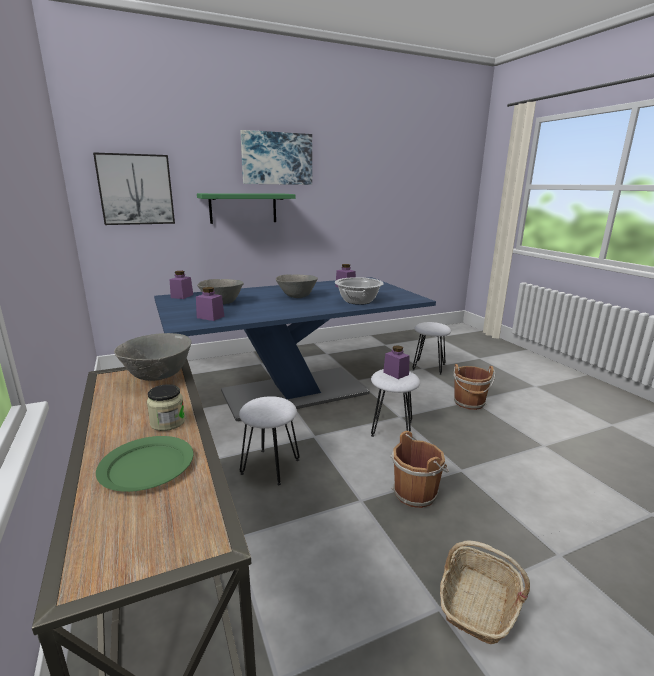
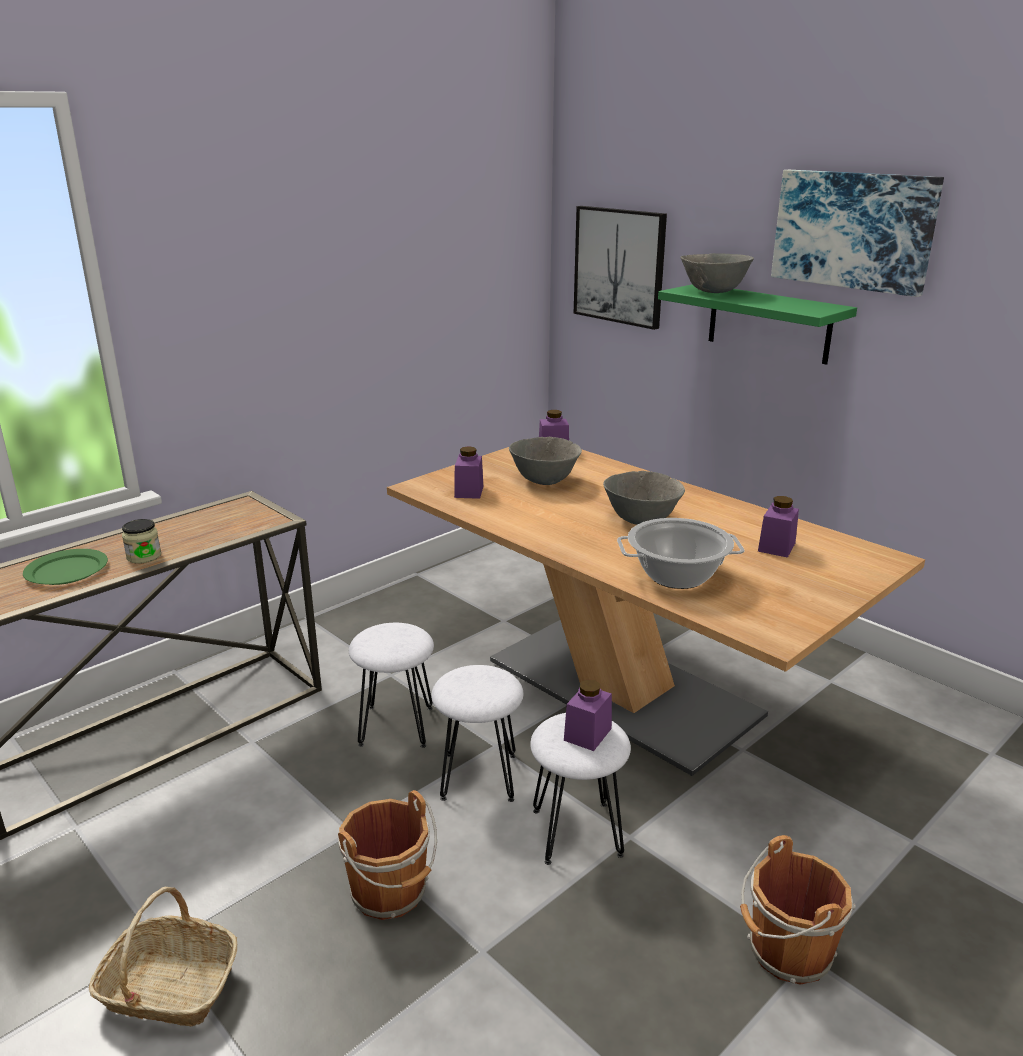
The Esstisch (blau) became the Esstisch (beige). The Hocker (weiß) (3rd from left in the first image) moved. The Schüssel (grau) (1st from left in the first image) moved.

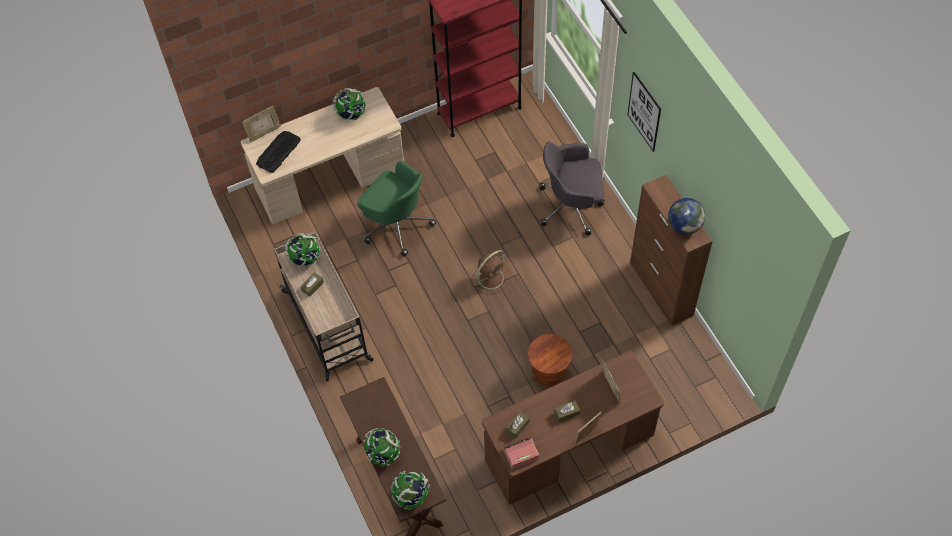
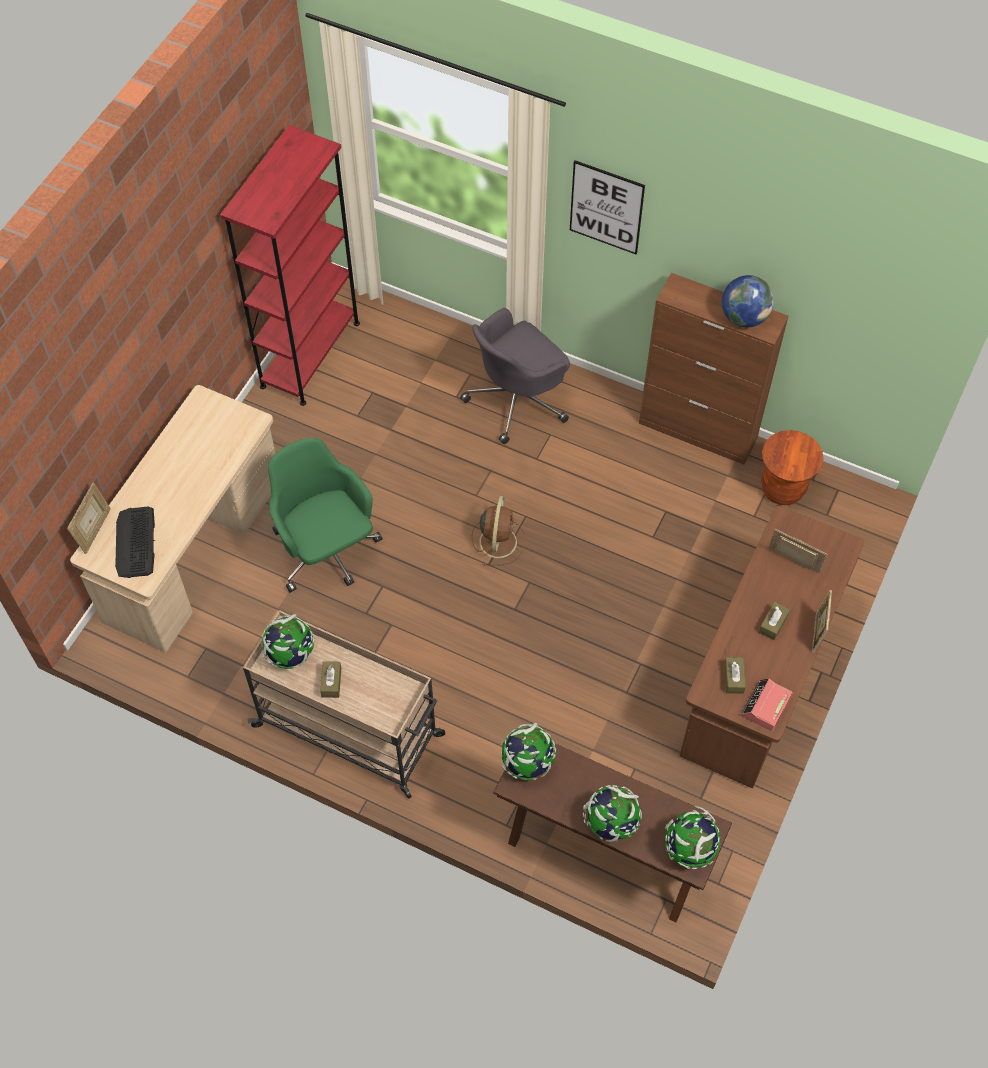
The Globus (2nd from left) moved. The Bürostuhl (grün) turned 120 degrees counterclockwise. The Hocker (braun) moved.

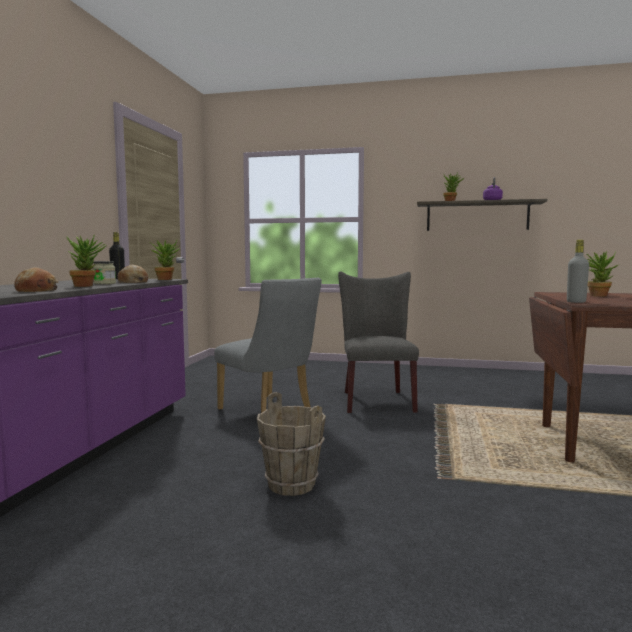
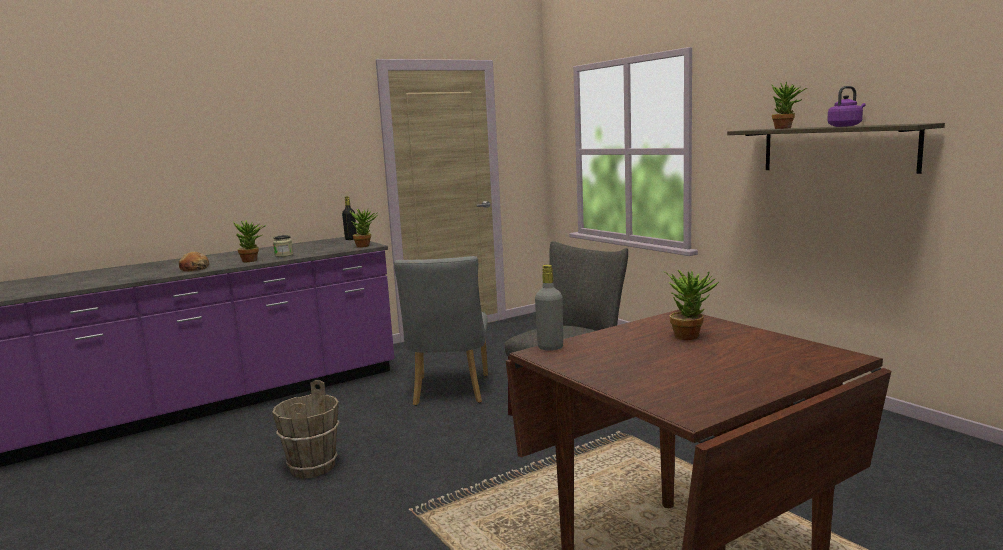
The Brot (2nd from left) disappeared.

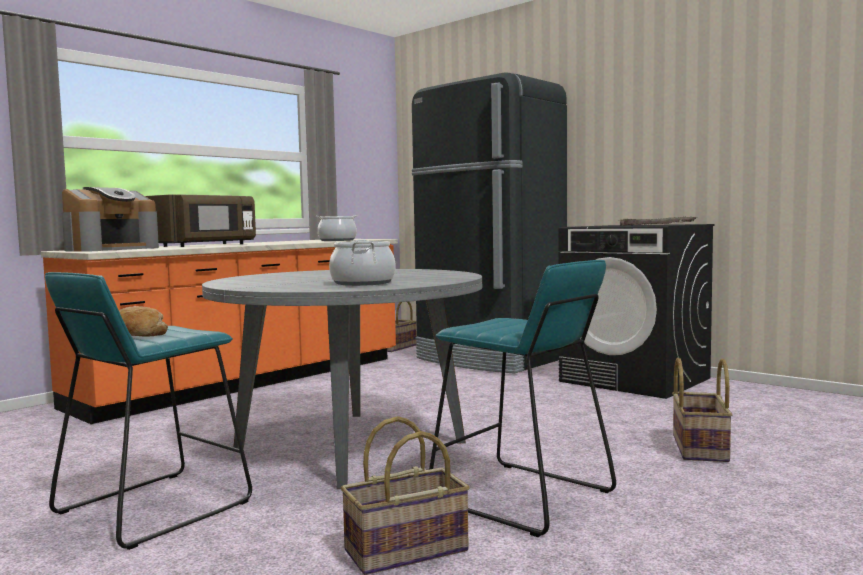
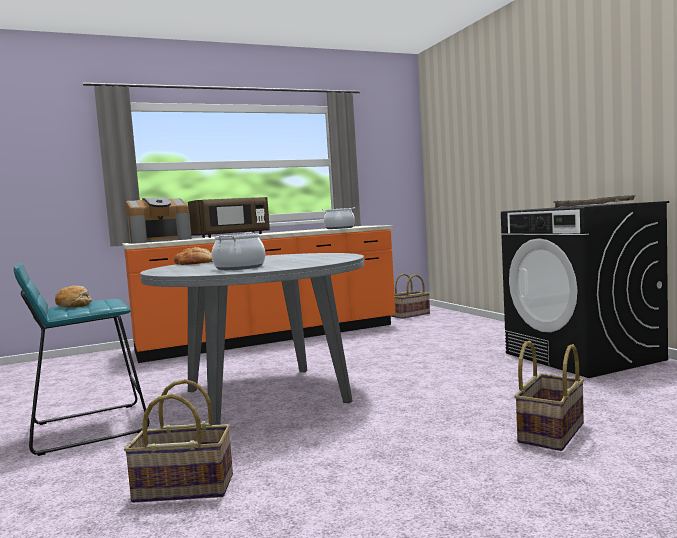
The Kühlschrank (schwarz) disappeared. The Hocker (türkis) (2nd from left) disappeared. The Brot (2nd from left) appeared.

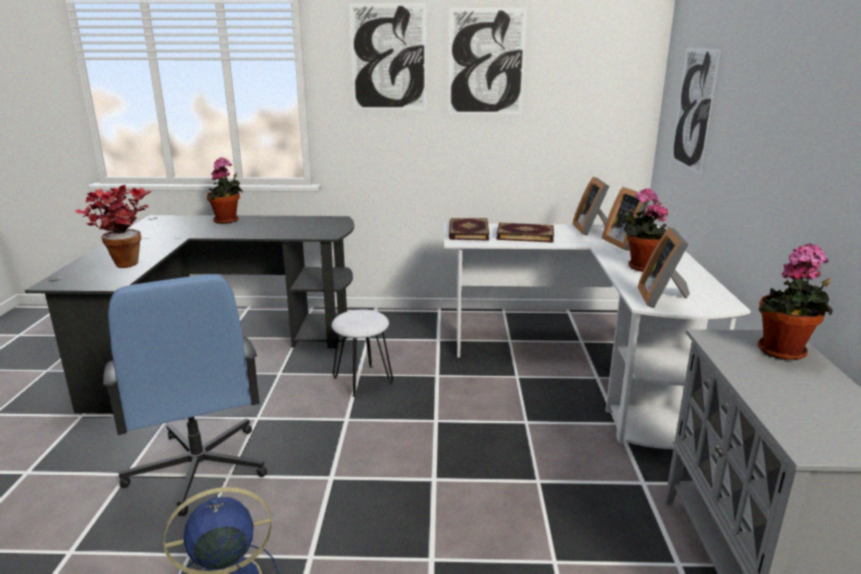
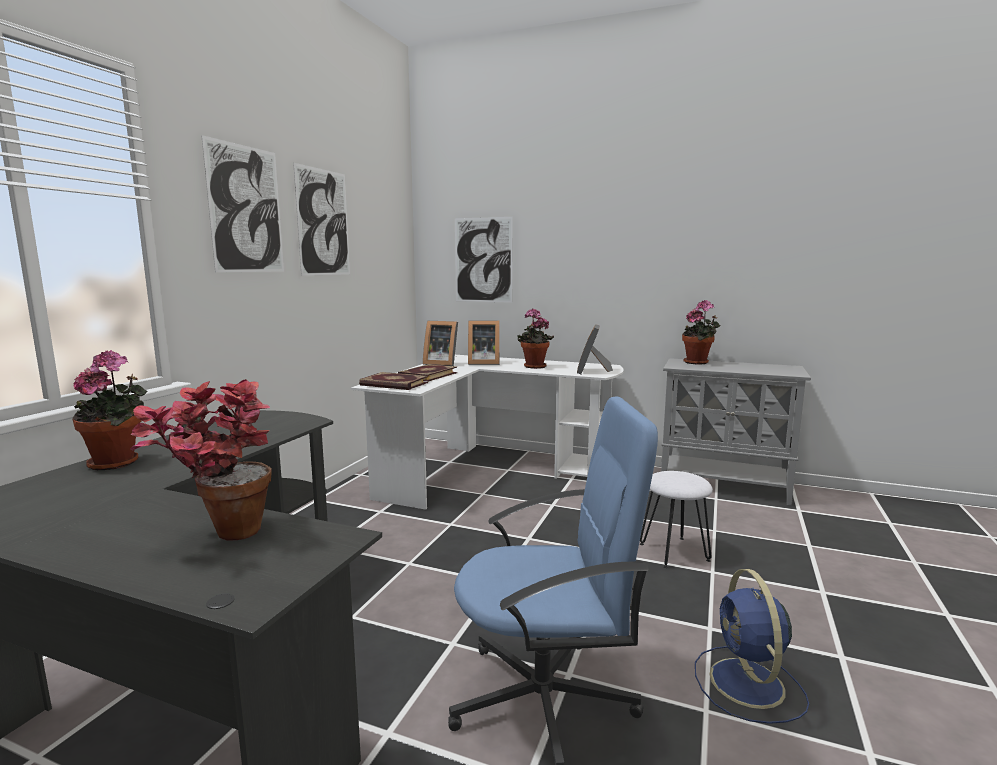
The Bilderrahmen (3rd from left) turned 75 degrees clockwise. The Hocker (weiß) moved.

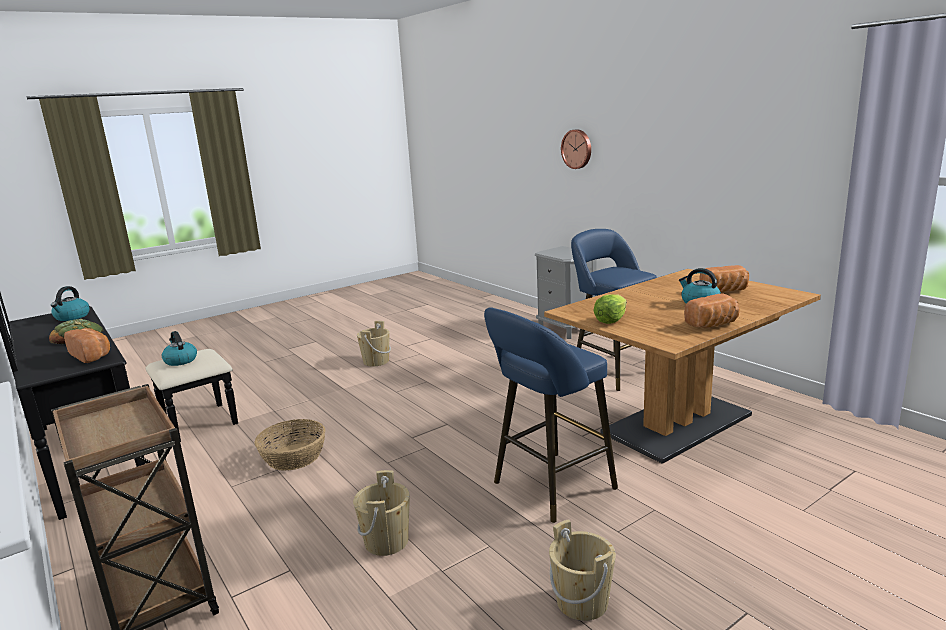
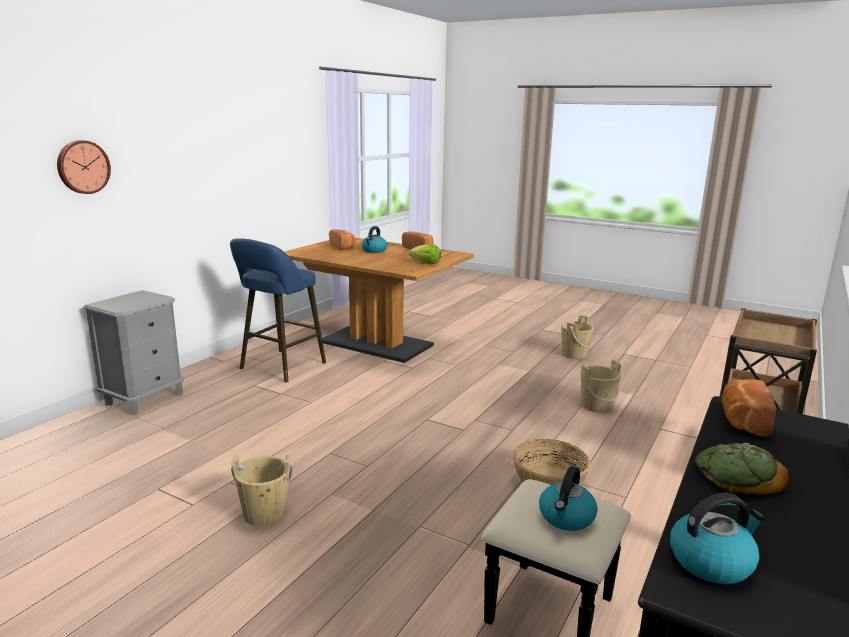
The Hocker (blau) (1st from left) disappeared.

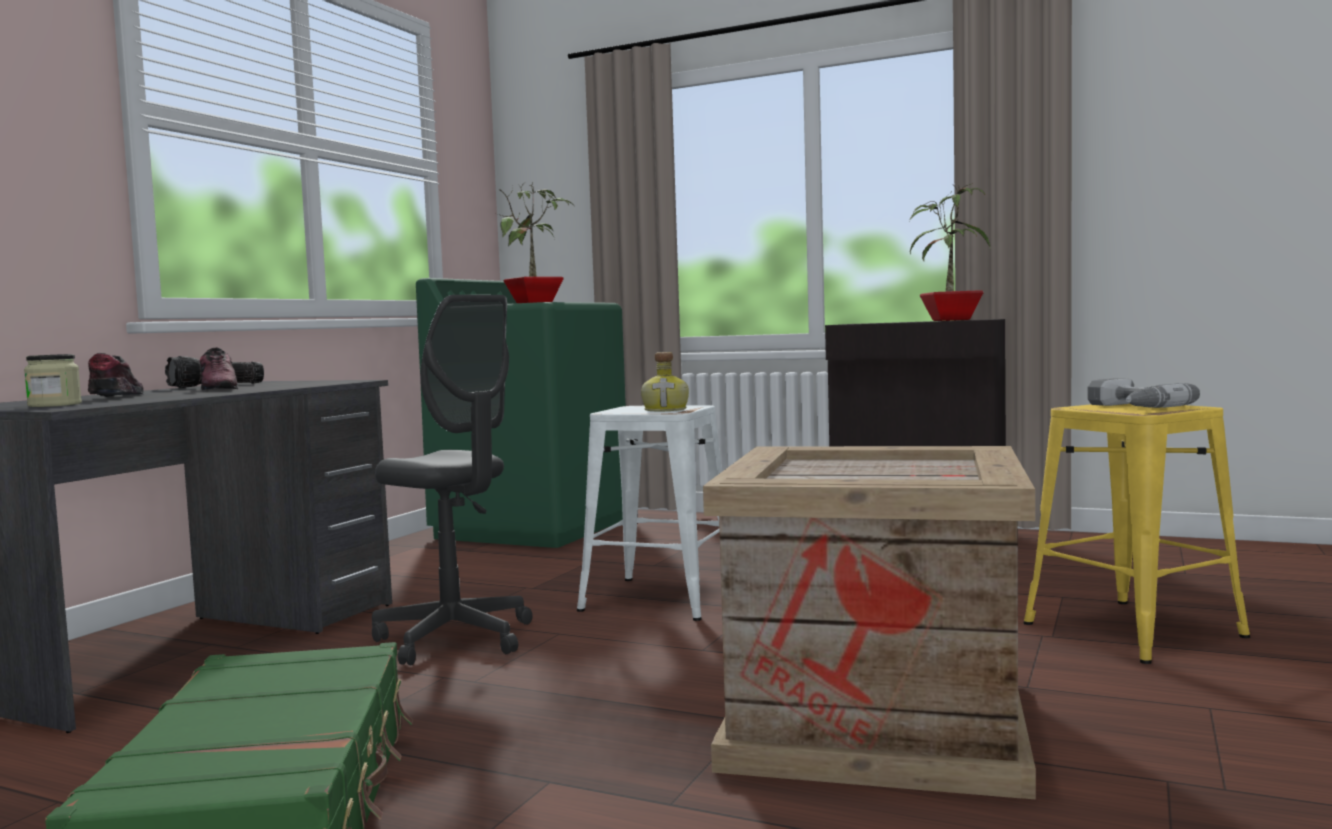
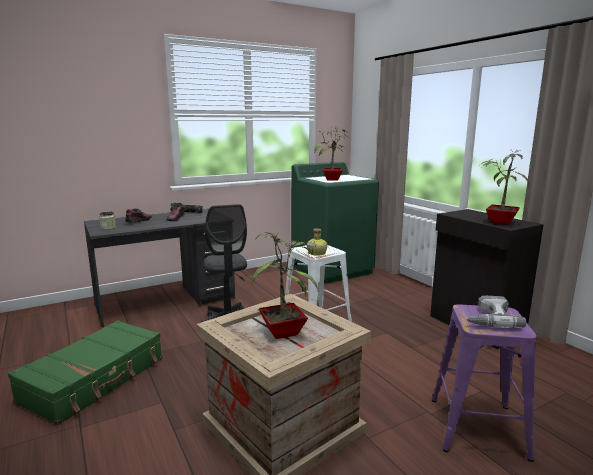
The Hocker (gelb) became the Hocker (lila). The Topfpflanze (1st from left) appeared.

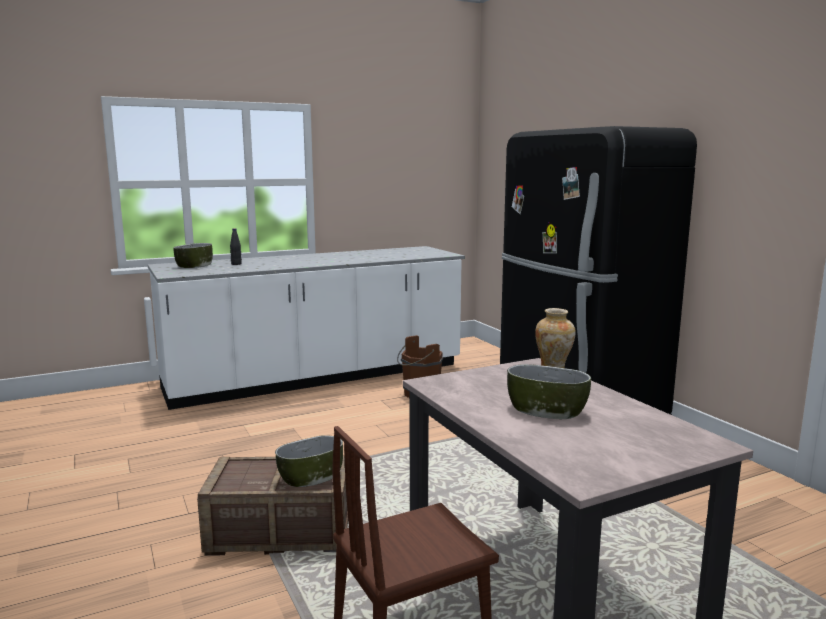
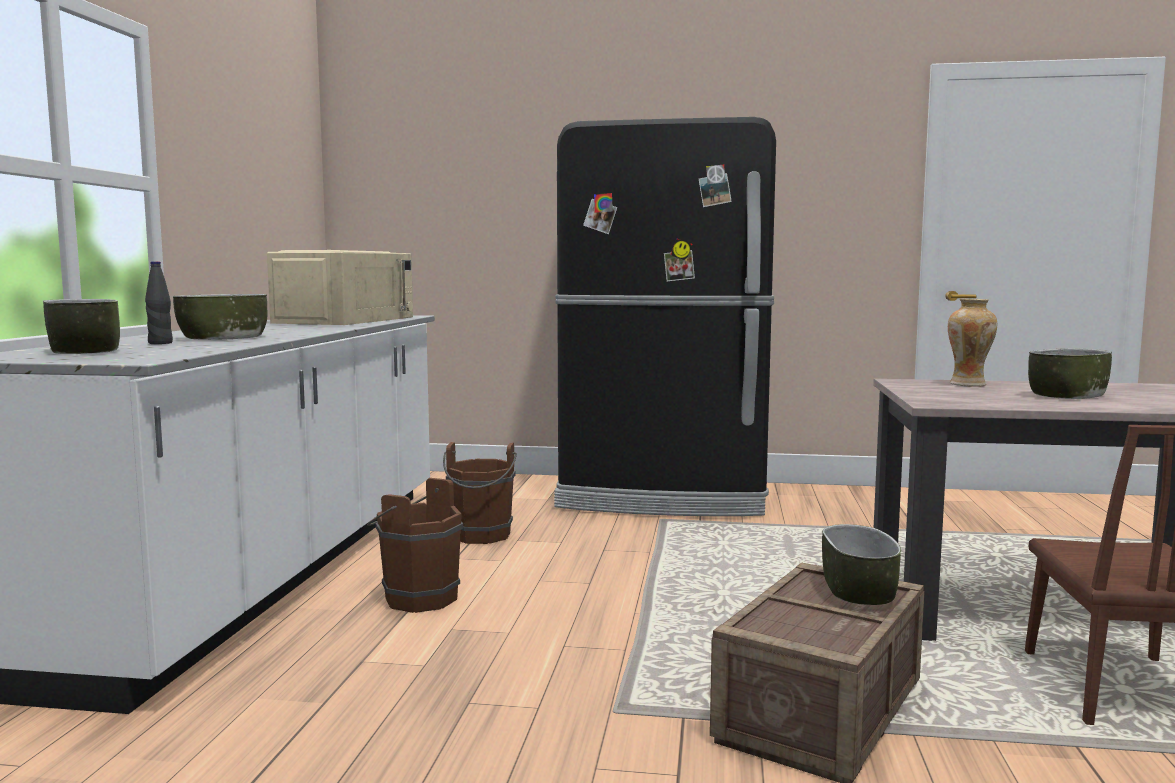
The Mikrowelle (beige) appeared. The Schüssel (2nd from left) appeared. The Eimer (braun) (1st from left) appeared.

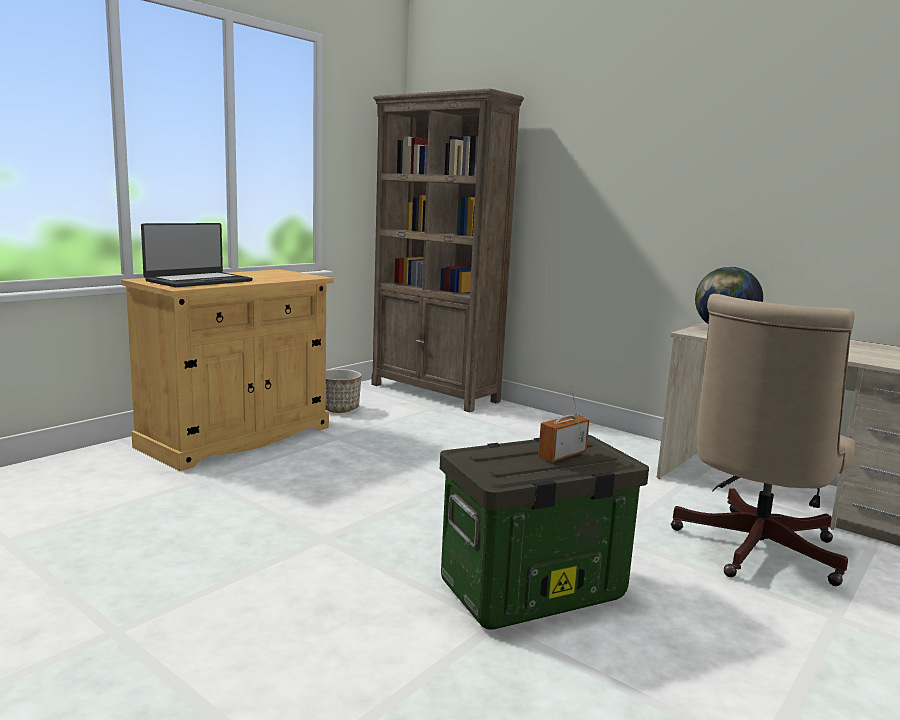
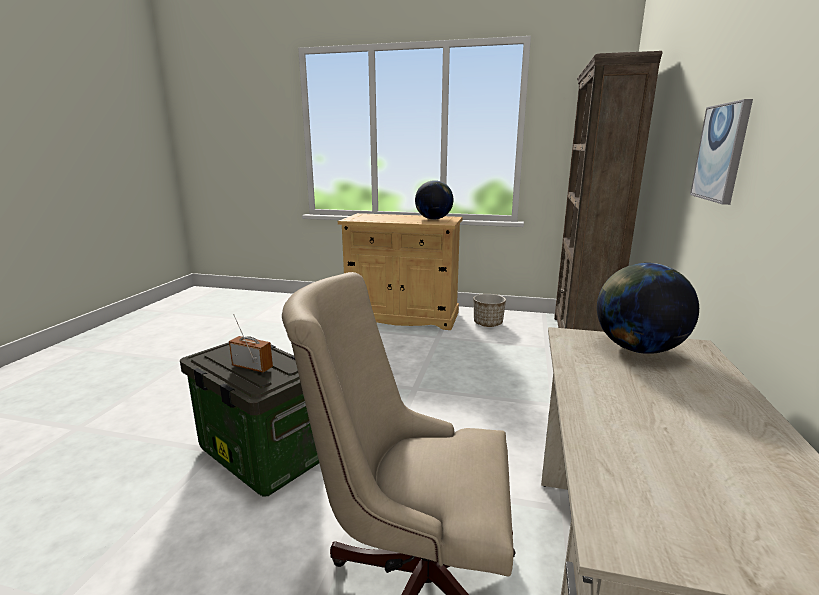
The Laptop disappeared. The Bild appeared. The Globus (1st from left) appeared.

